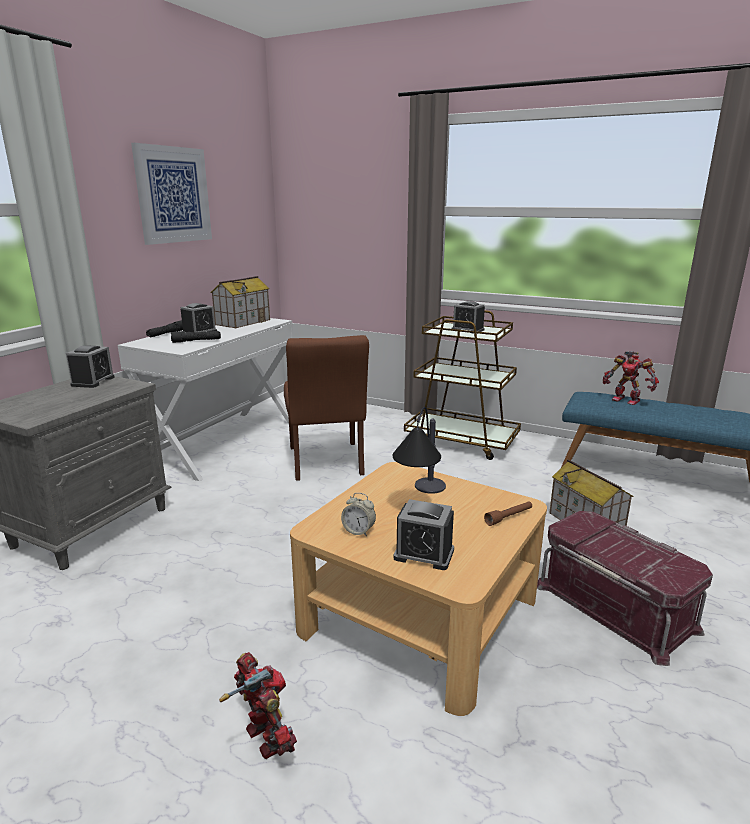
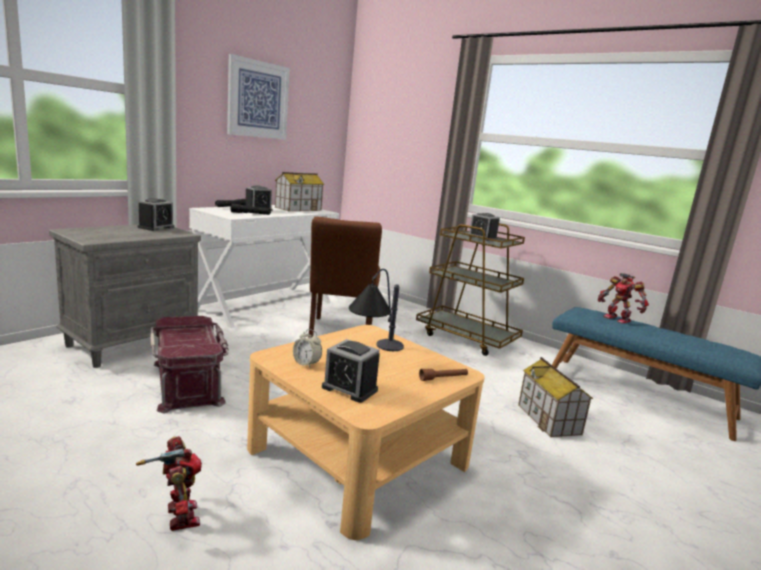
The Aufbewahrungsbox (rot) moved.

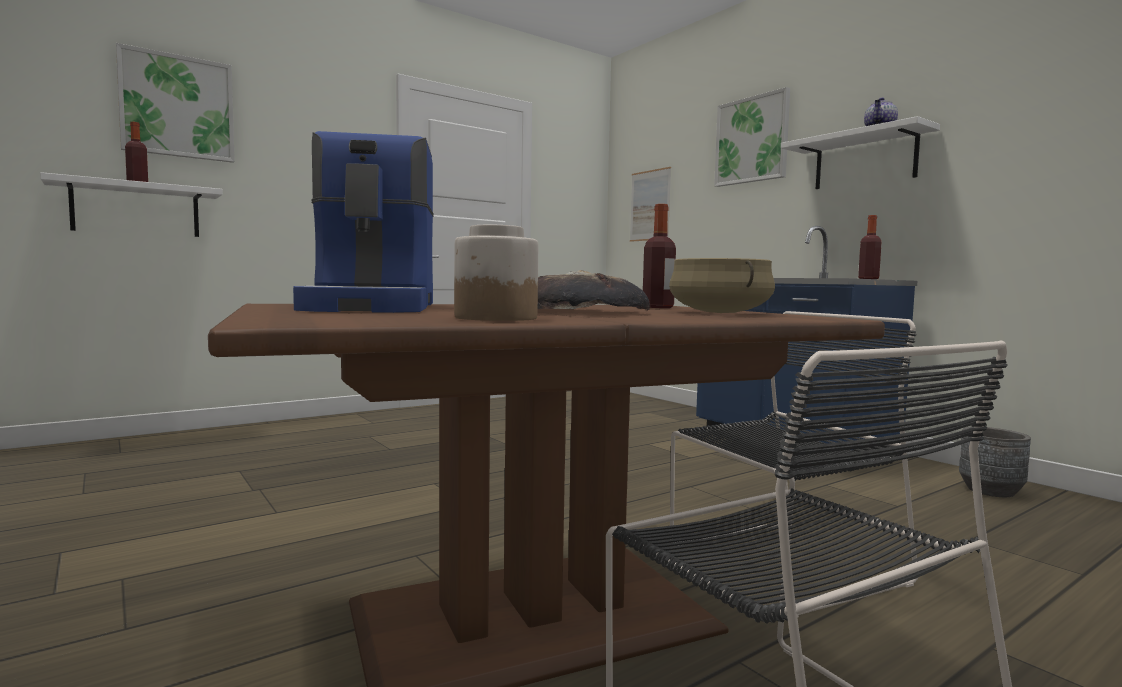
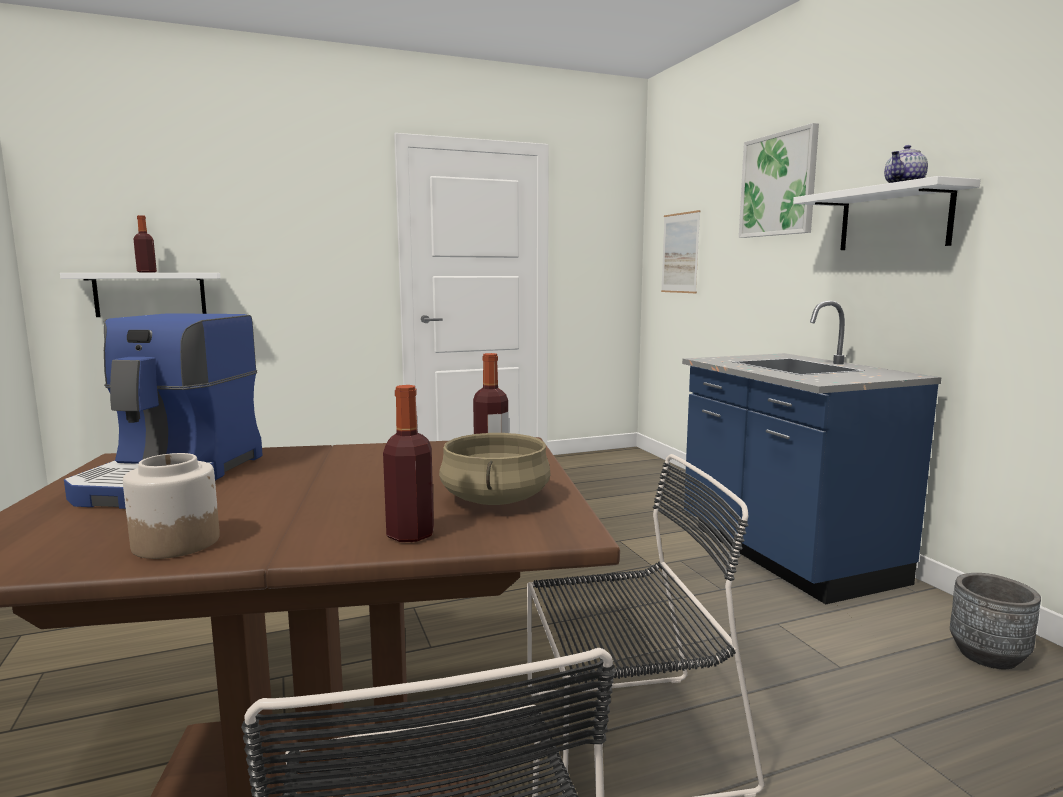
The Bild (1st from left) disappeared. The Flasche (3rd from left in the first image) moved. The Brot disappeared.

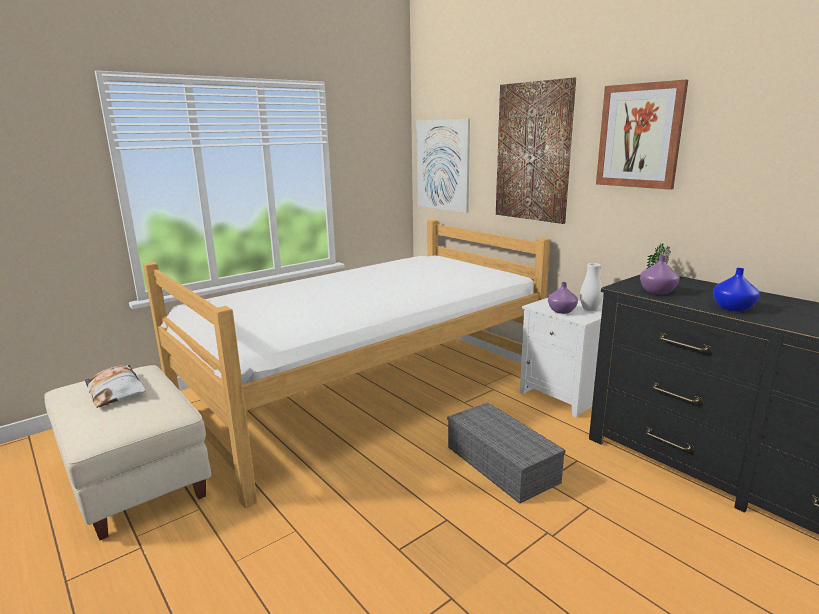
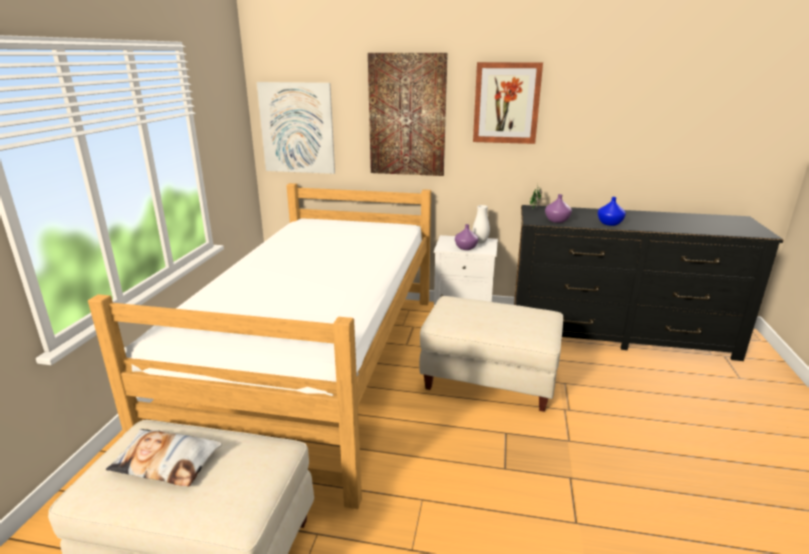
The Aufbewahrungsbox (grau) was replaced by the Polsterhocker (beige) (2nd from left).

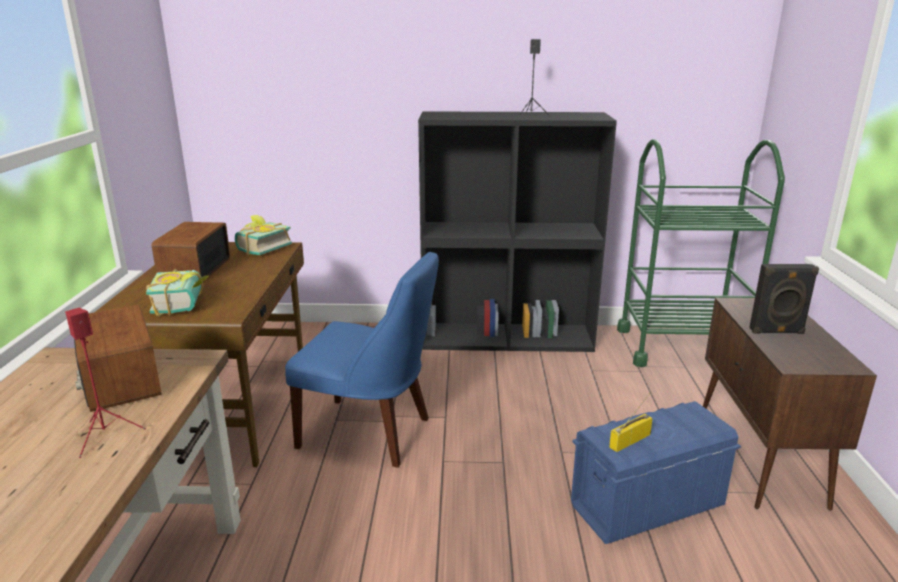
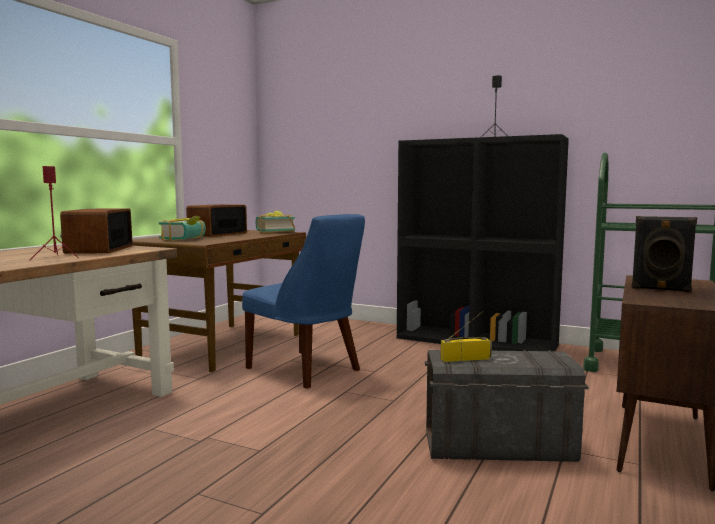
The Aufbewahrungsbox (blau) became the Aufbewahrungsbox (grau).

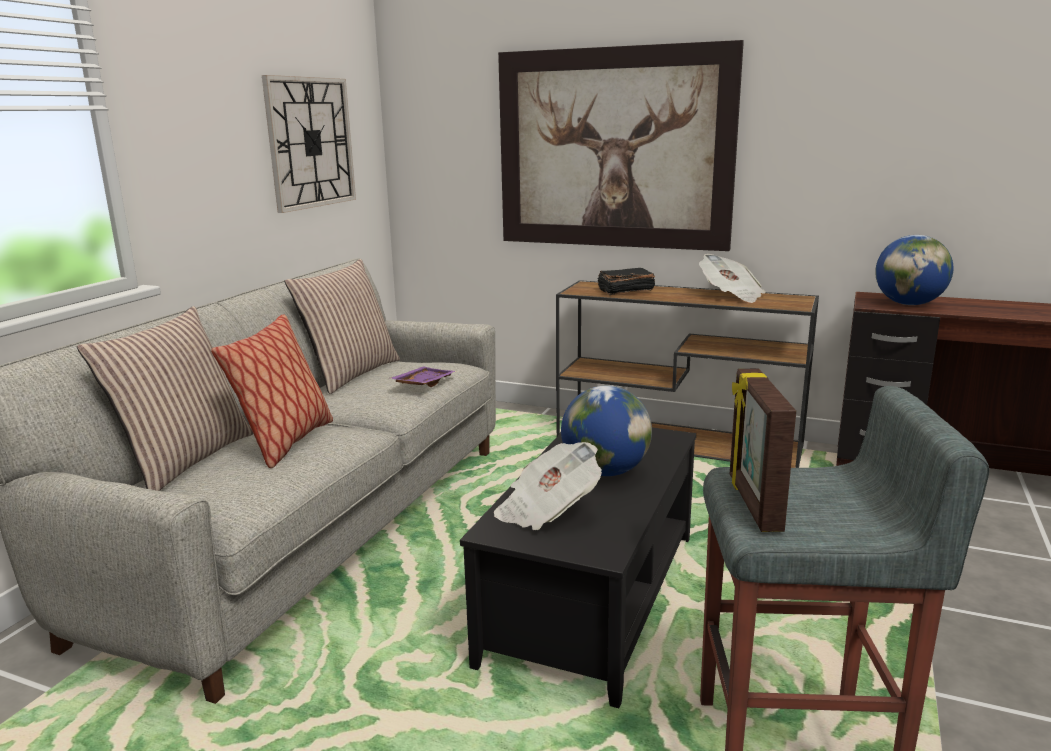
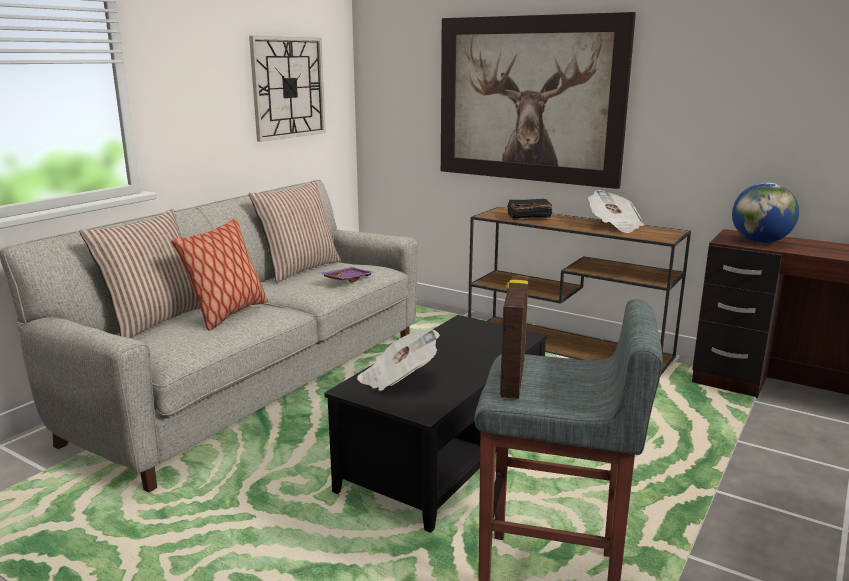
The Globus (1st from left) disappeared.

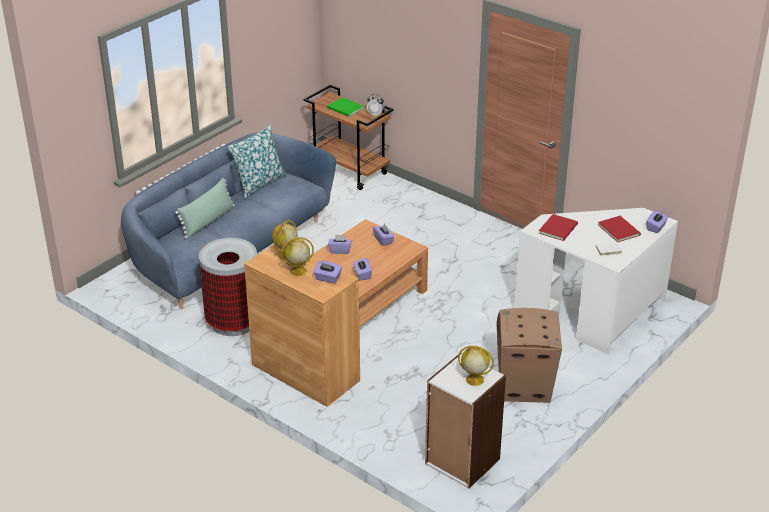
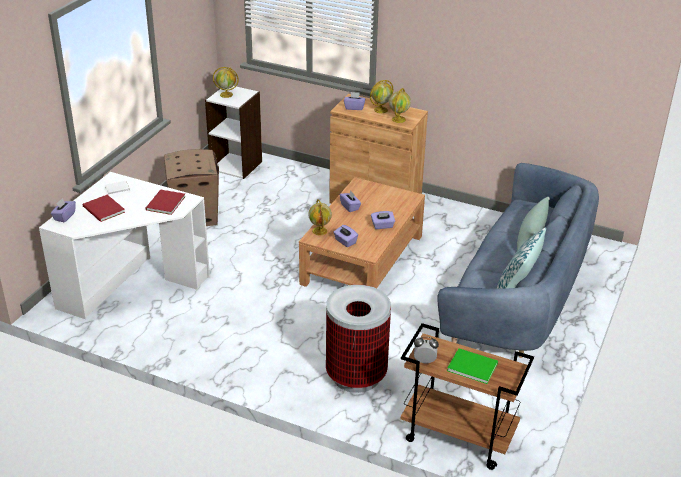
The Mülleimer moved. The Globus (2nd from left) appeared.

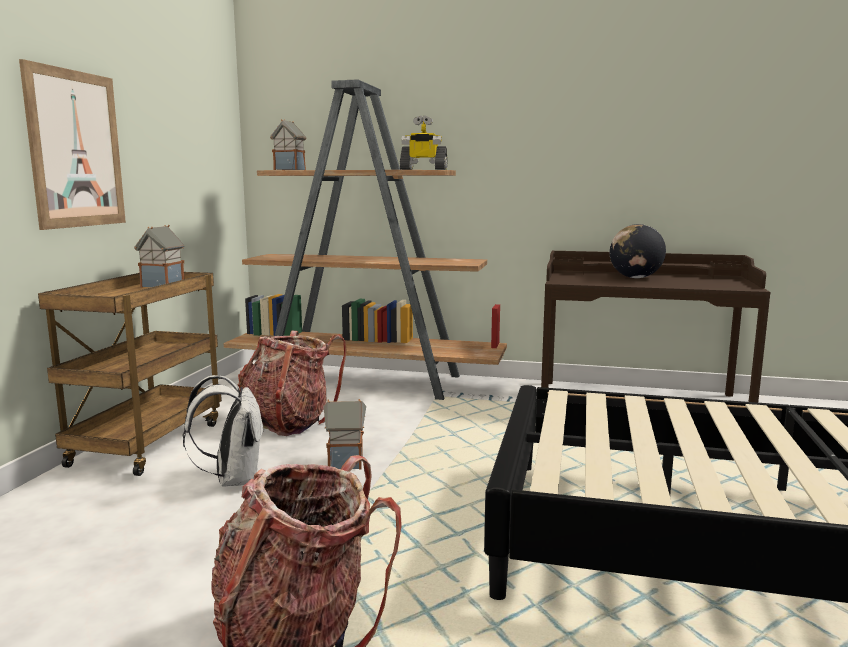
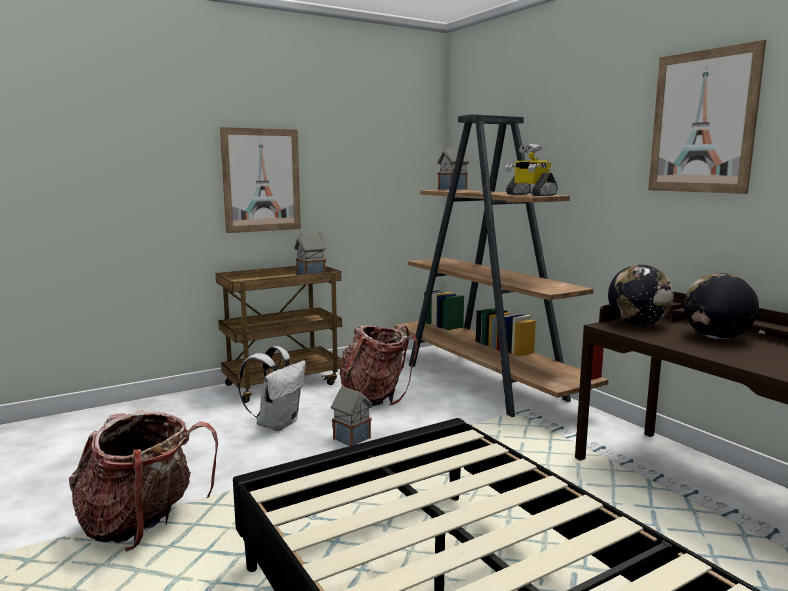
The Bild (2nd from left) appeared. The Globus (1st from left) appeared.

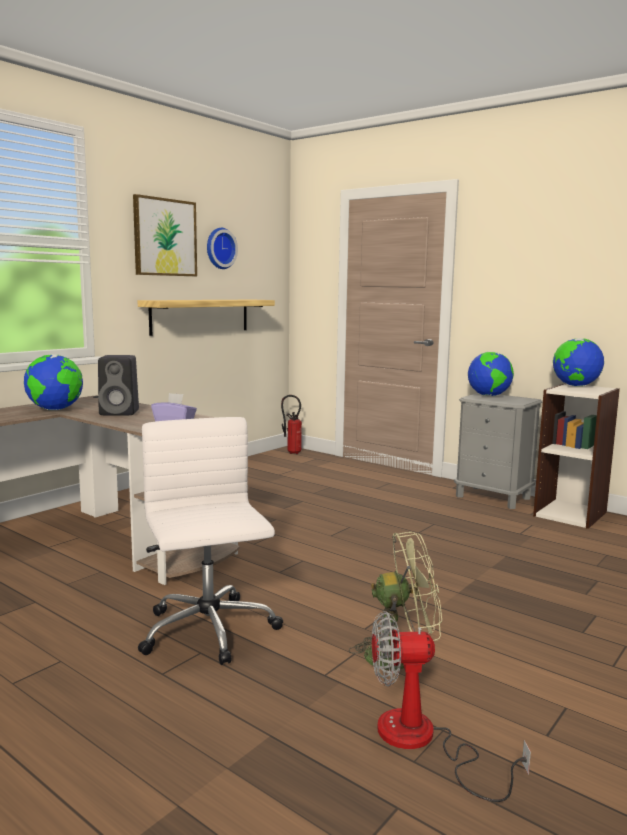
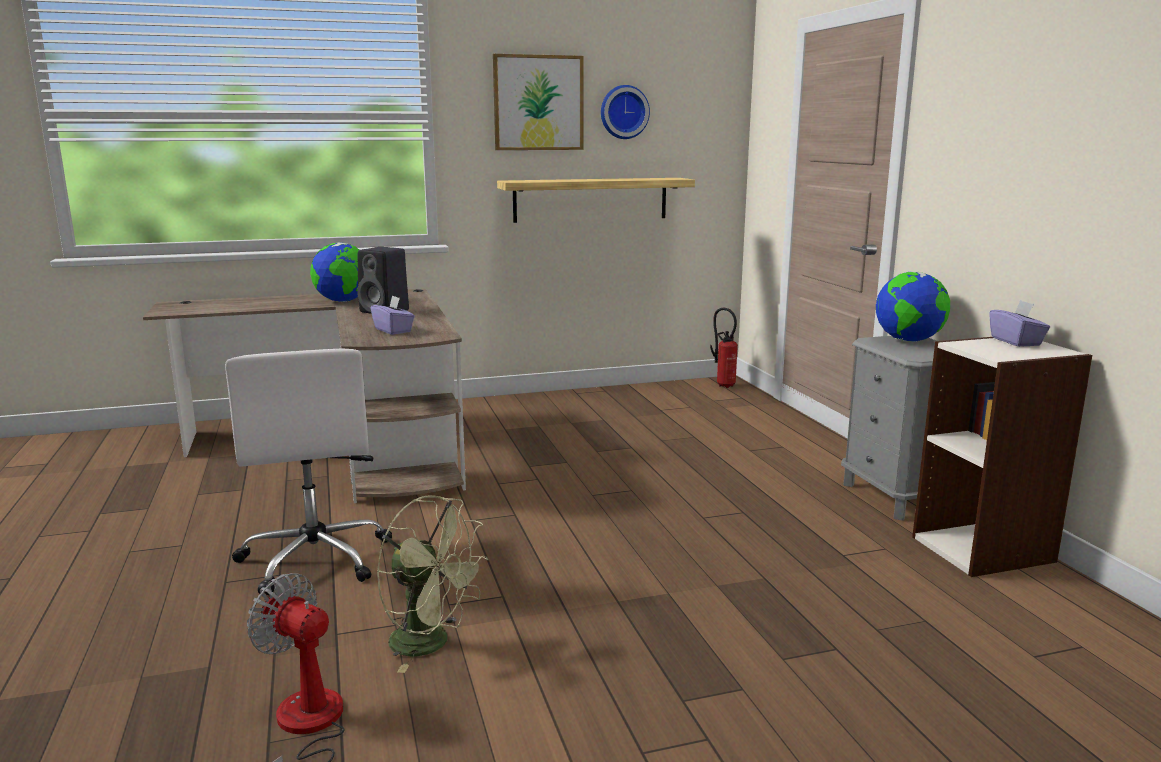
The Globus (3rd from left) was replaced by the Taschentuchbox (lila) (2nd from left). The Bürostuhl (weiß) turned 150 degrees clockwise.

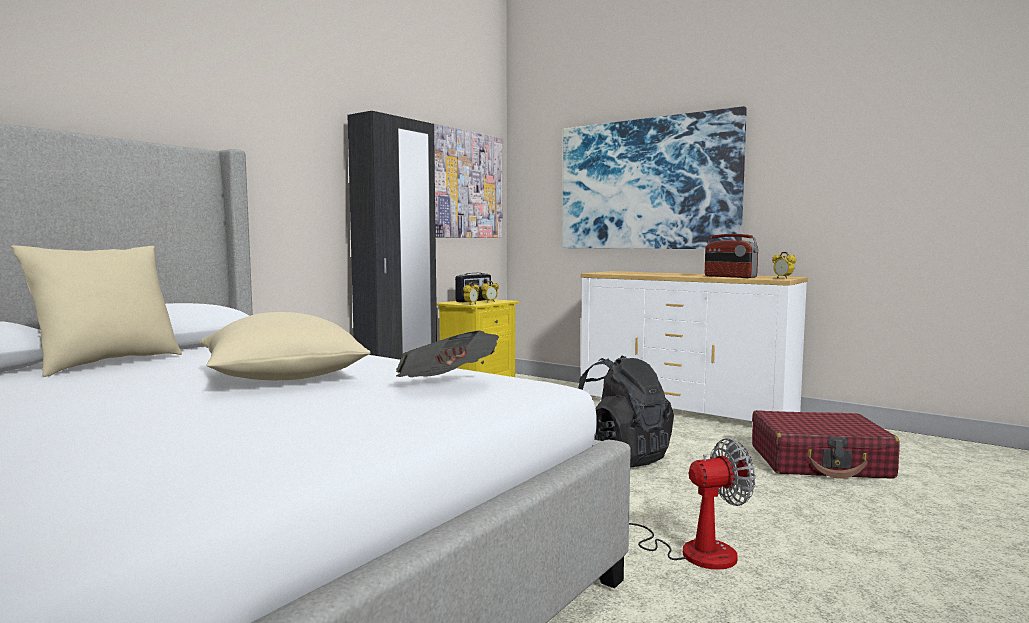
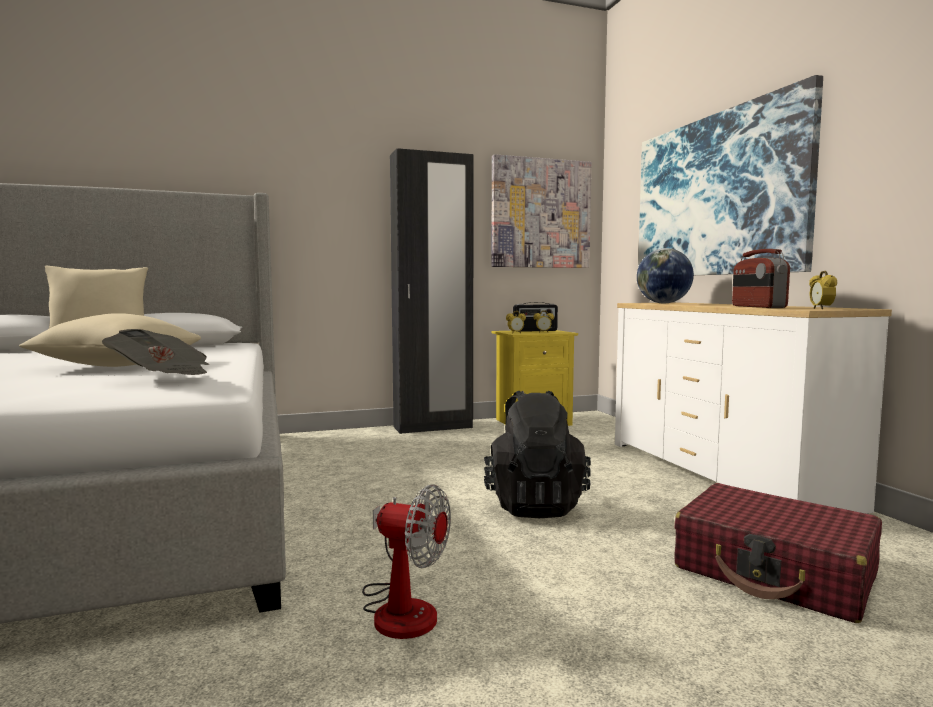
The Globus appeared.

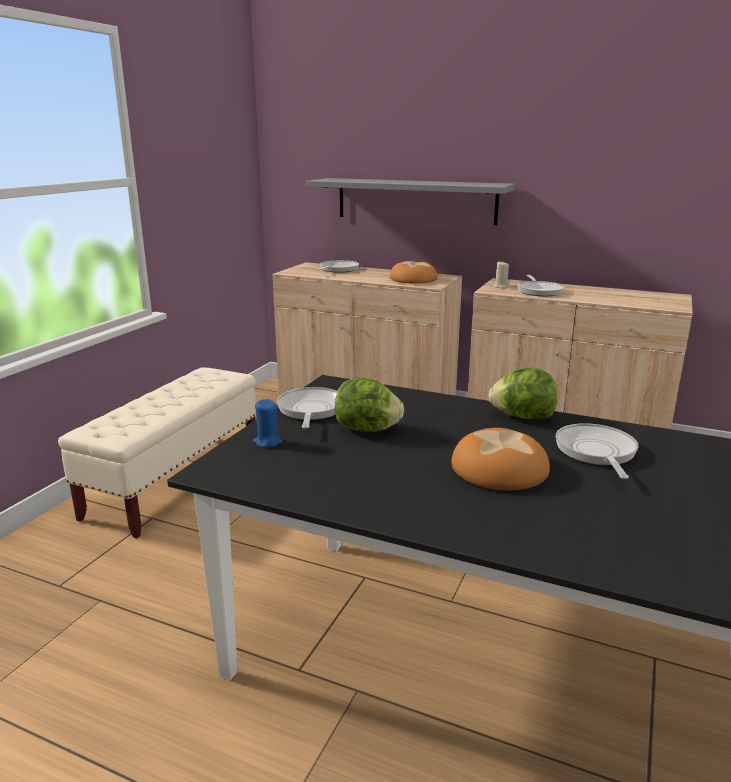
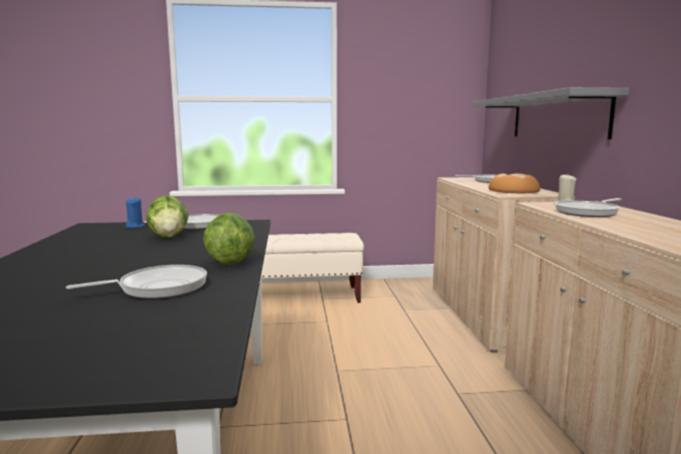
The Brot (2nd from left) disappeared.

